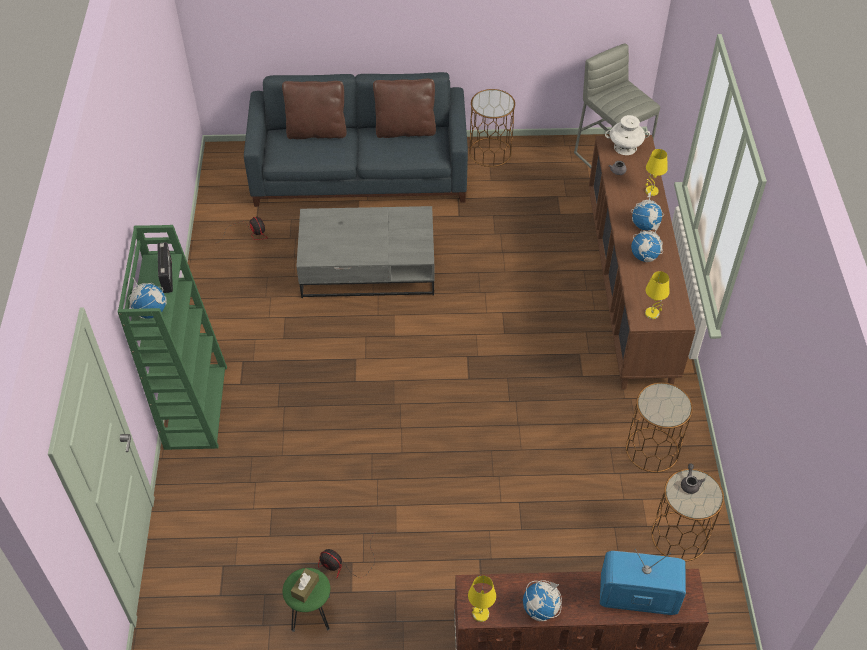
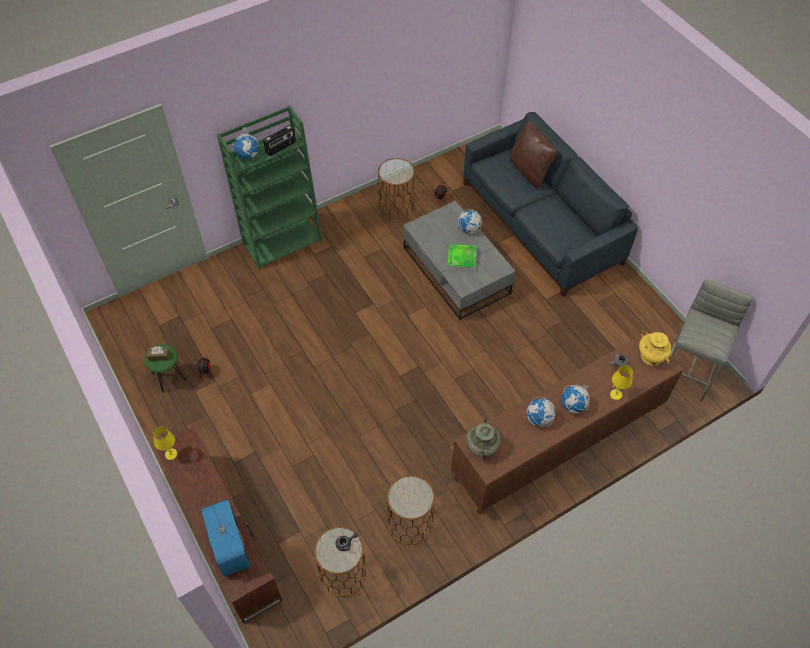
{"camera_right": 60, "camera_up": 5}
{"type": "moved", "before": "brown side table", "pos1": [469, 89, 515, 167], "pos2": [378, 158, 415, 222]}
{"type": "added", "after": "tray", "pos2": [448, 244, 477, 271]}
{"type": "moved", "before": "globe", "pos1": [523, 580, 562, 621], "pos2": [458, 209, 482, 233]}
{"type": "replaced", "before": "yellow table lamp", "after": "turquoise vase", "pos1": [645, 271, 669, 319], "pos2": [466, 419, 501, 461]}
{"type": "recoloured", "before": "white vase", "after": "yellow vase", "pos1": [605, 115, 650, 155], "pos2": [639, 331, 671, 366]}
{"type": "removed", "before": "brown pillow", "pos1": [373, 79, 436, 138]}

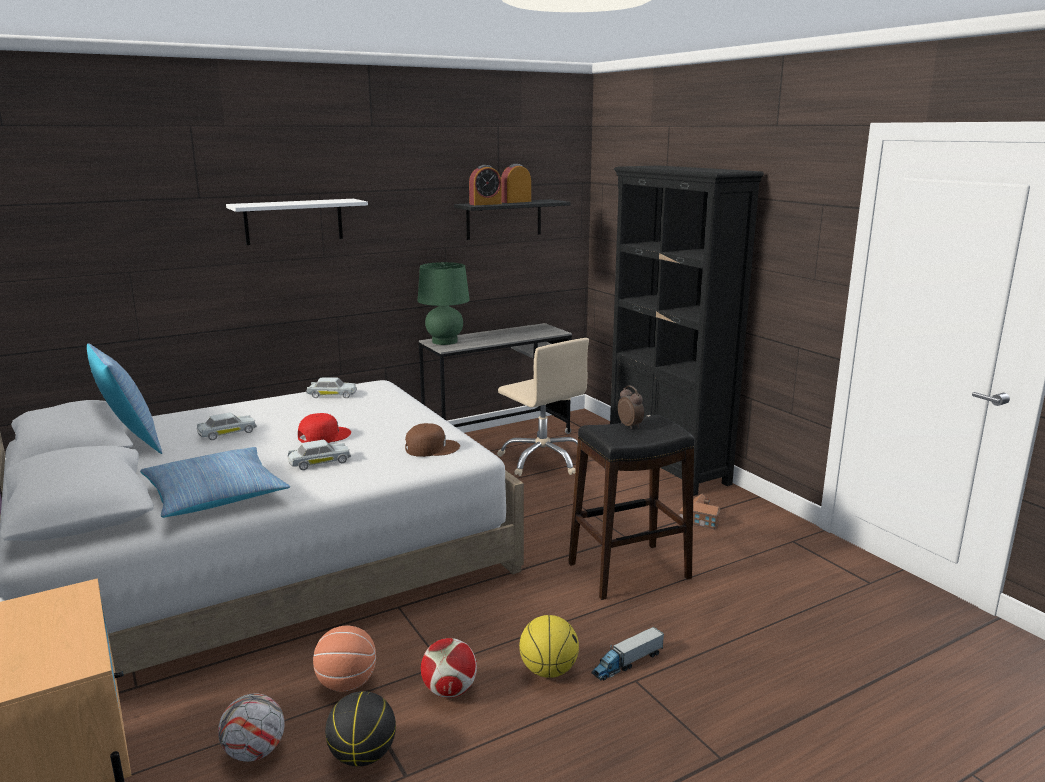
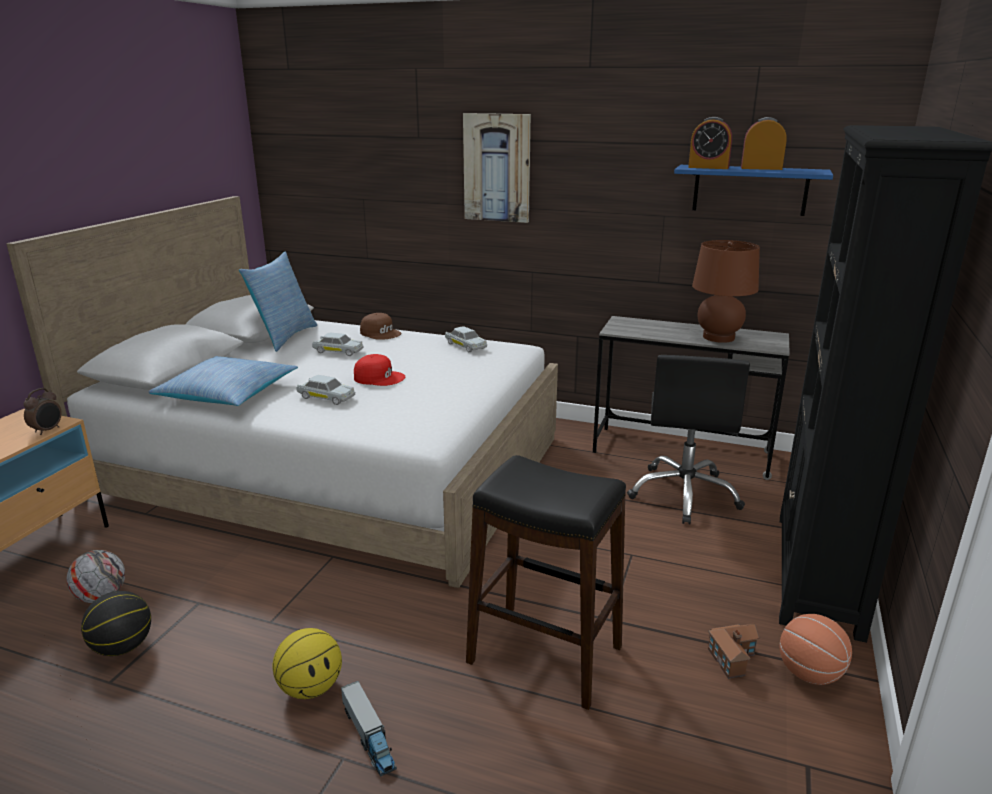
{"camera_right": 50, "camera_up": 5}
{"type": "moved", "before": "alarm clock", "pos1": [618, 385, 644, 429], "pos2": [24, 388, 62, 435]}
{"type": "turned", "before": "toy truck", "pos1": [591, 627, 664, 681], "pos2": [341, 681, 397, 777], "turn": -135}
{"type": "moved", "before": "brown cap", "pos1": [405, 423, 460, 457], "pos2": [360, 313, 401, 340]}
{"type": "replaced", "before": "white shelf", "after": "picture", "pos1": [226, 199, 368, 245], "pos2": [463, 113, 531, 223]}
{"type": "recoloured", "before": "beige office chair", "after": "black office chair", "pos1": [497, 338, 589, 476], "pos2": [627, 355, 750, 524]}
{"type": "recoloured", "before": "black shelf", "after": "blue shelf", "pos1": [454, 199, 571, 240], "pos2": [674, 165, 833, 216]}
{"type": "added", "after": "brown table lamp", "pos2": [692, 240, 760, 343]}
{"type": "moved", "before": "basketball", "pos1": [313, 626, 376, 692], "pos2": [780, 614, 852, 685]}
{"type": "removed", "before": "green table lamp", "pos1": [418, 262, 470, 345]}
{"type": "removed", "before": "football", "pos1": [421, 638, 477, 698]}

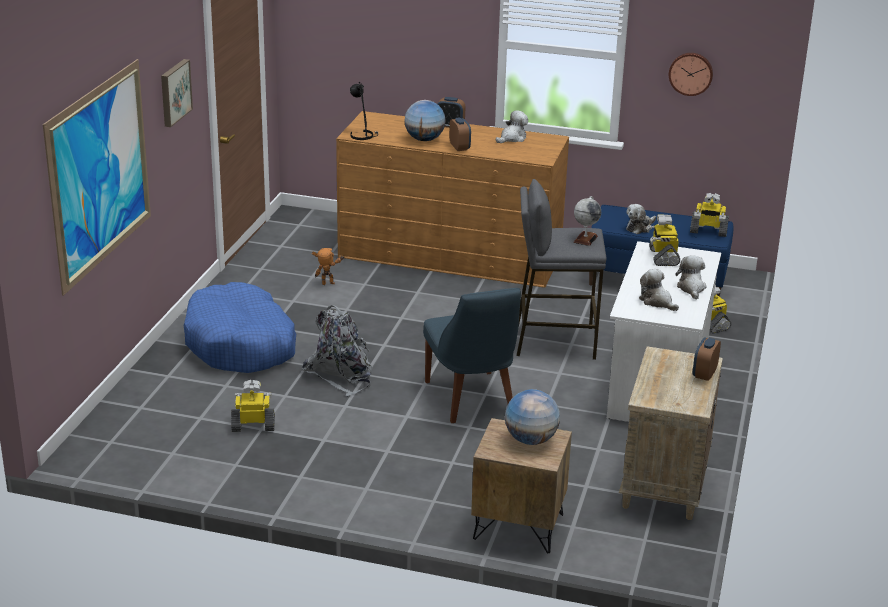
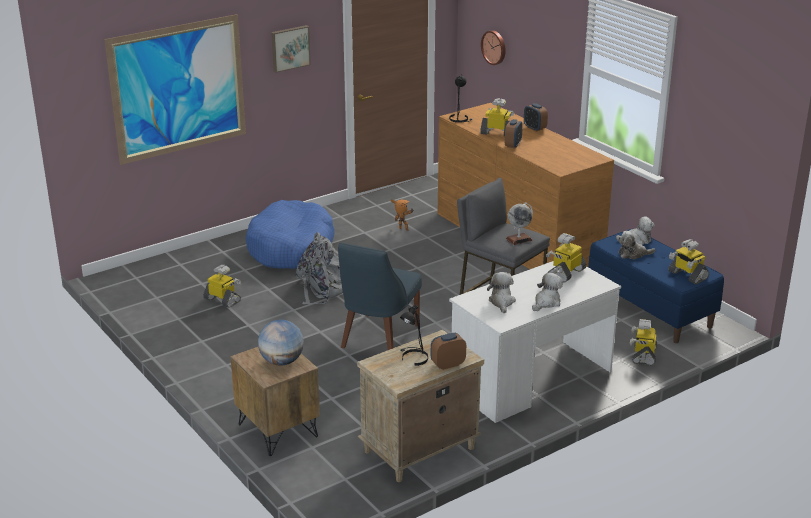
{"camera_right": 40, "camera_up": 0}
{"type": "added", "after": "black table lamp", "pos2": [400, 305, 428, 366]}
{"type": "replaced", "before": "globe", "after": "toy robot", "pos1": [404, 100, 446, 141], "pos2": [480, 98, 514, 137]}
{"type": "moved", "before": "wall clock", "pos1": [669, 53, 713, 96], "pos2": [481, 30, 506, 65]}
{"type": "moved", "before": "plush toy", "pos1": [495, 110, 528, 143], "pos2": [616, 216, 655, 245]}

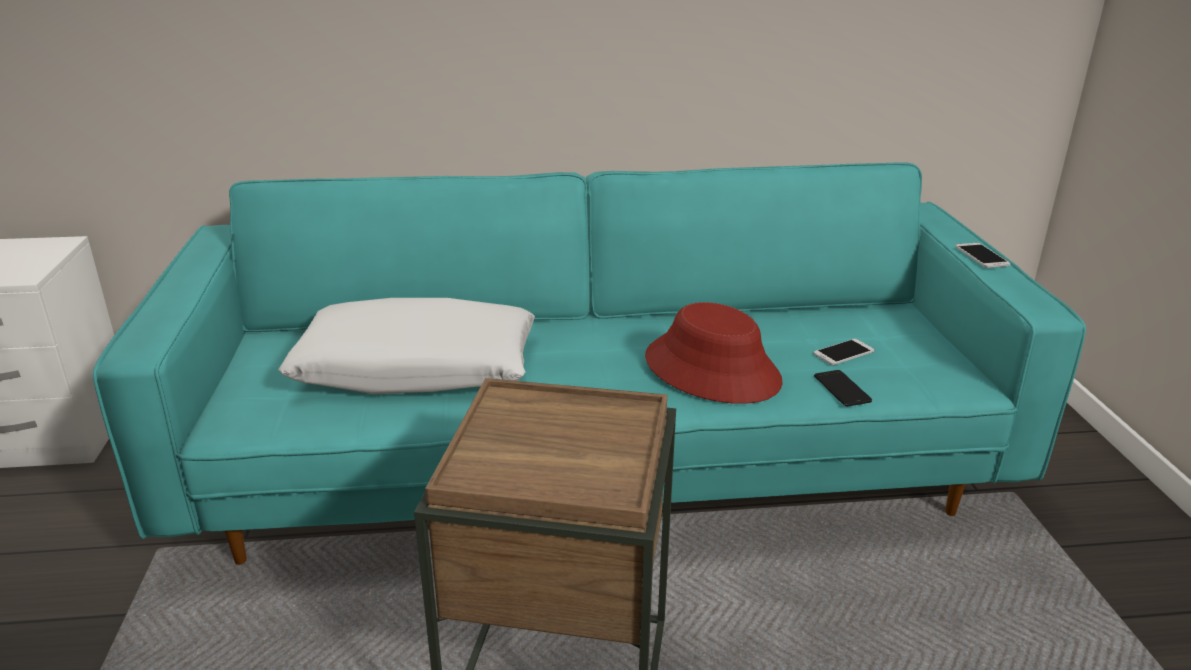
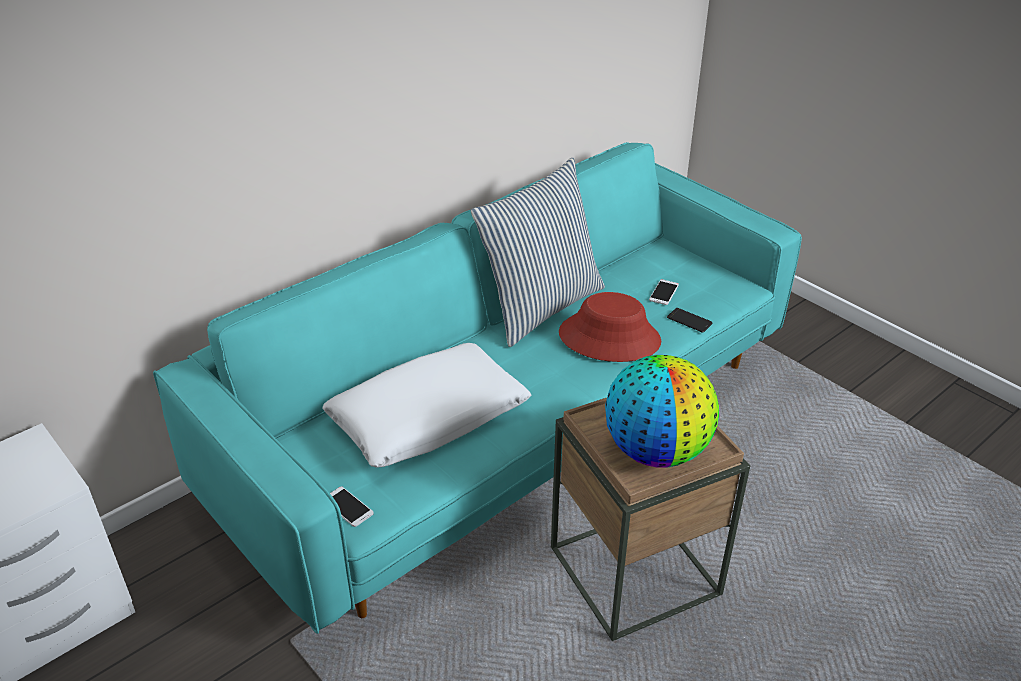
{"camera_right": -35, "camera_up": 10}
{"type": "moved", "before": "phone", "pos1": [955, 243, 1011, 268], "pos2": [330, 487, 374, 527]}
{"type": "added", "after": "pillow", "pos2": [471, 158, 605, 347]}
{"type": "added", "after": "globe", "pos2": [605, 355, 719, 468]}

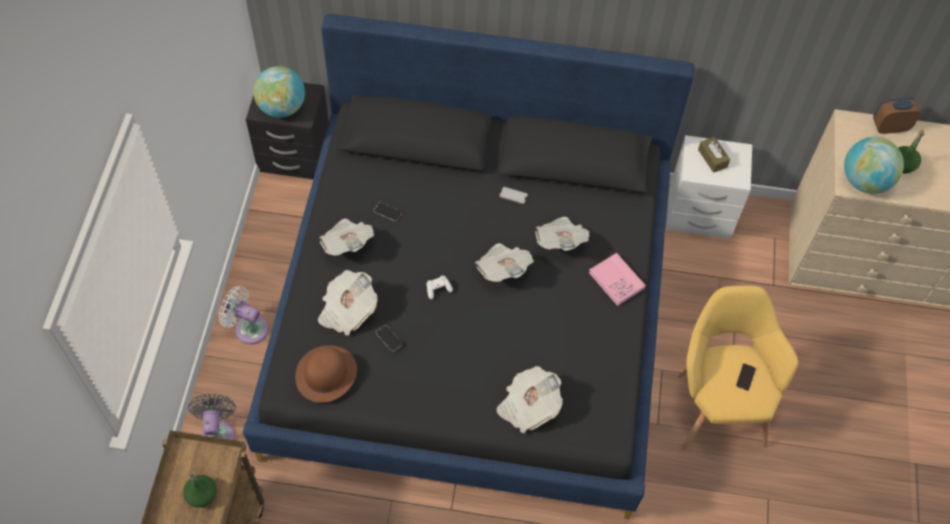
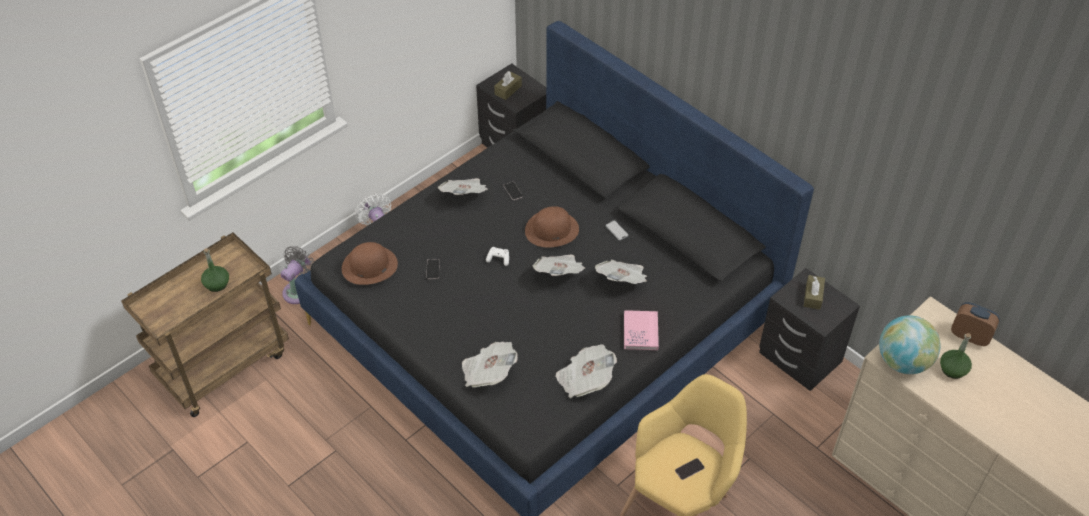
{"camera_right": 40, "camera_up": -10}
{"type": "replaced", "before": "globe", "after": "brown tissue box", "pos1": [253, 66, 305, 118], "pos2": [494, 71, 522, 100]}
{"type": "added", "after": "brown hat", "pos2": [525, 206, 579, 247]}
{"type": "moved", "before": "newspaper", "pos1": [318, 270, 377, 335], "pos2": [555, 344, 617, 398]}
{"type": "recoloured", "before": "white nightstand", "after": "black nightstand", "pos1": [666, 135, 752, 239], "pos2": [759, 268, 860, 391]}

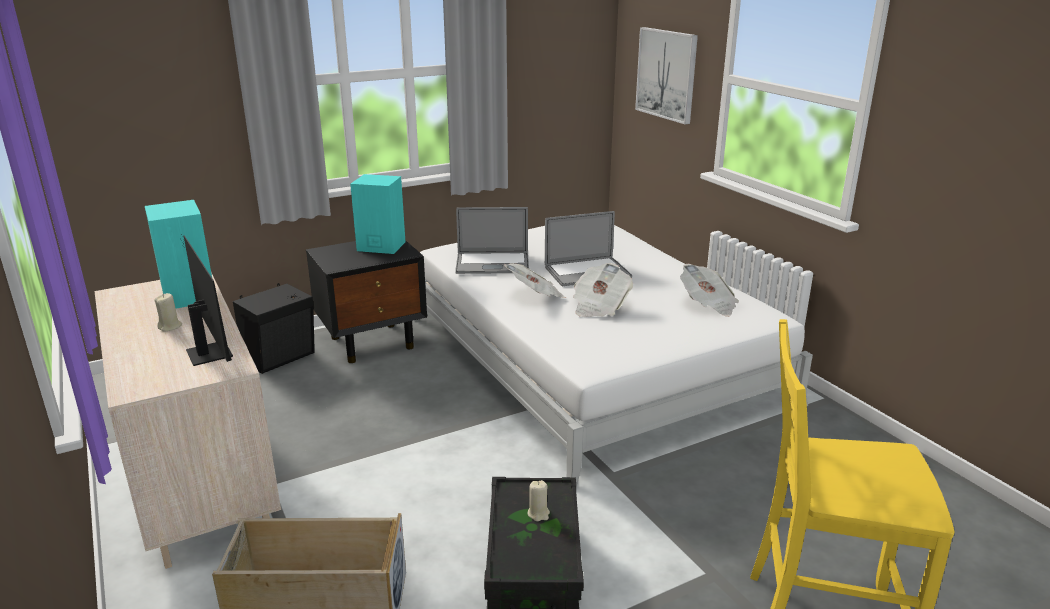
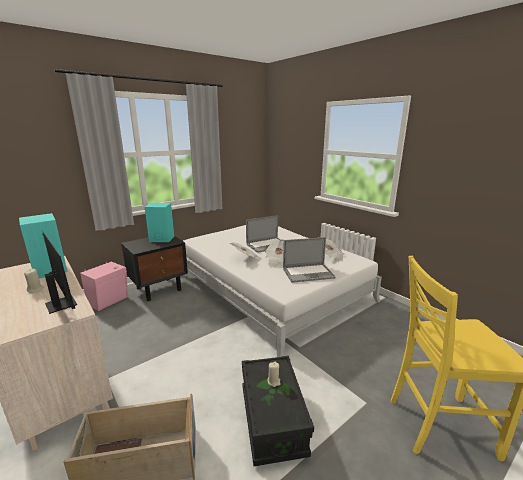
{"camera_right": -10, "camera_up": -5}
{"type": "recoloured", "before": "black speaker", "after": "pink speaker", "pos1": [233, 283, 315, 374], "pos2": [80, 262, 128, 311]}
{"type": "moved", "before": "laptop", "pos1": [455, 207, 529, 274], "pos2": [283, 237, 336, 283]}
{"type": "removed", "before": "picture", "pos1": [635, 27, 698, 124]}

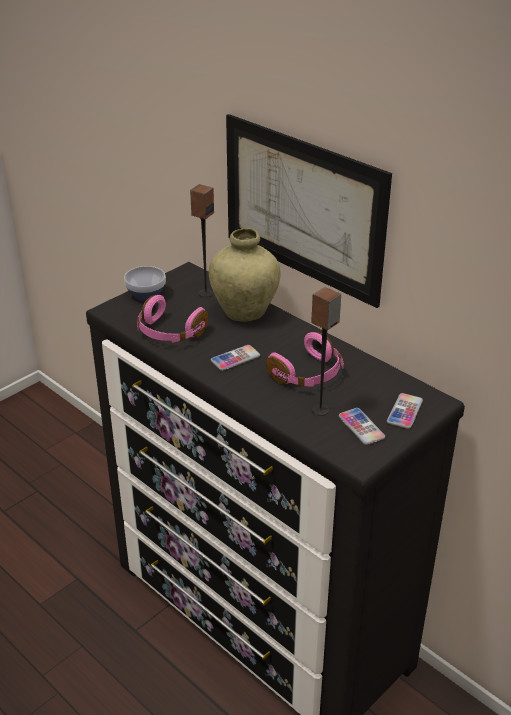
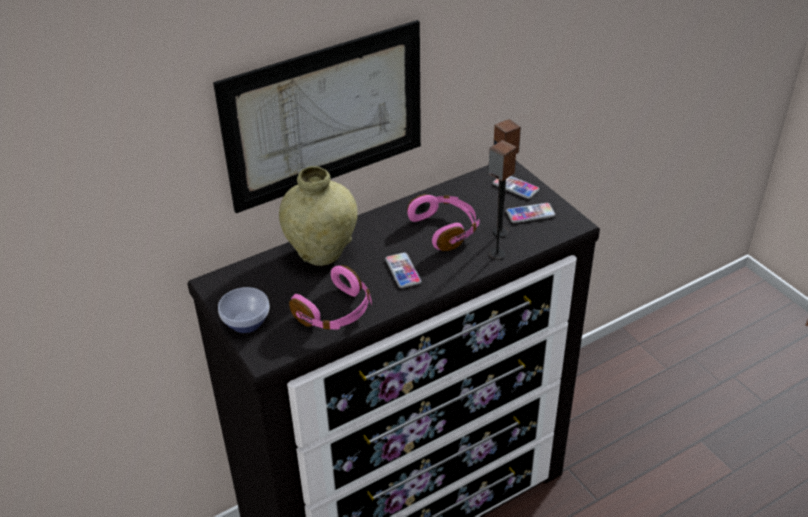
{"camera_right": -75, "camera_up": 5}
{"type": "moved", "before": "speaker", "pos1": [190, 184, 214, 297], "pos2": [488, 140, 517, 260]}

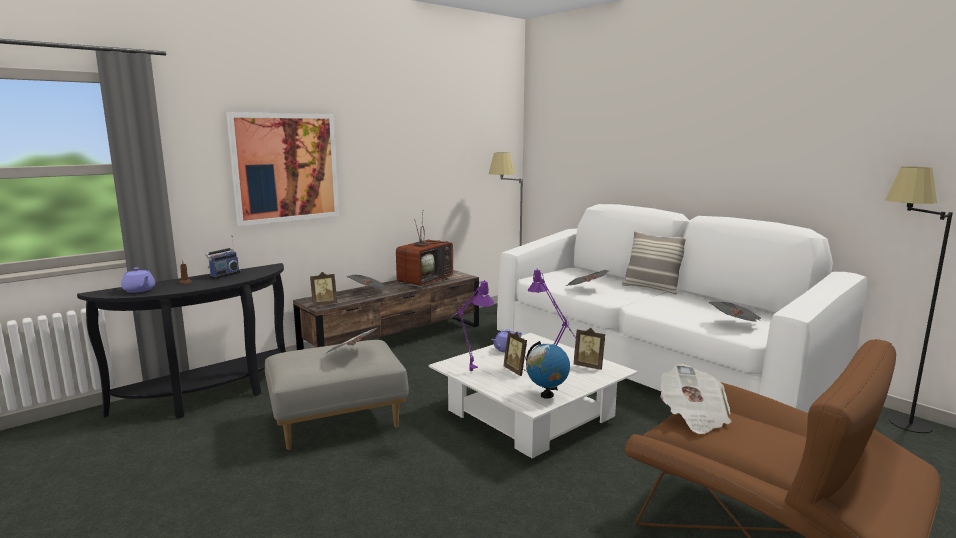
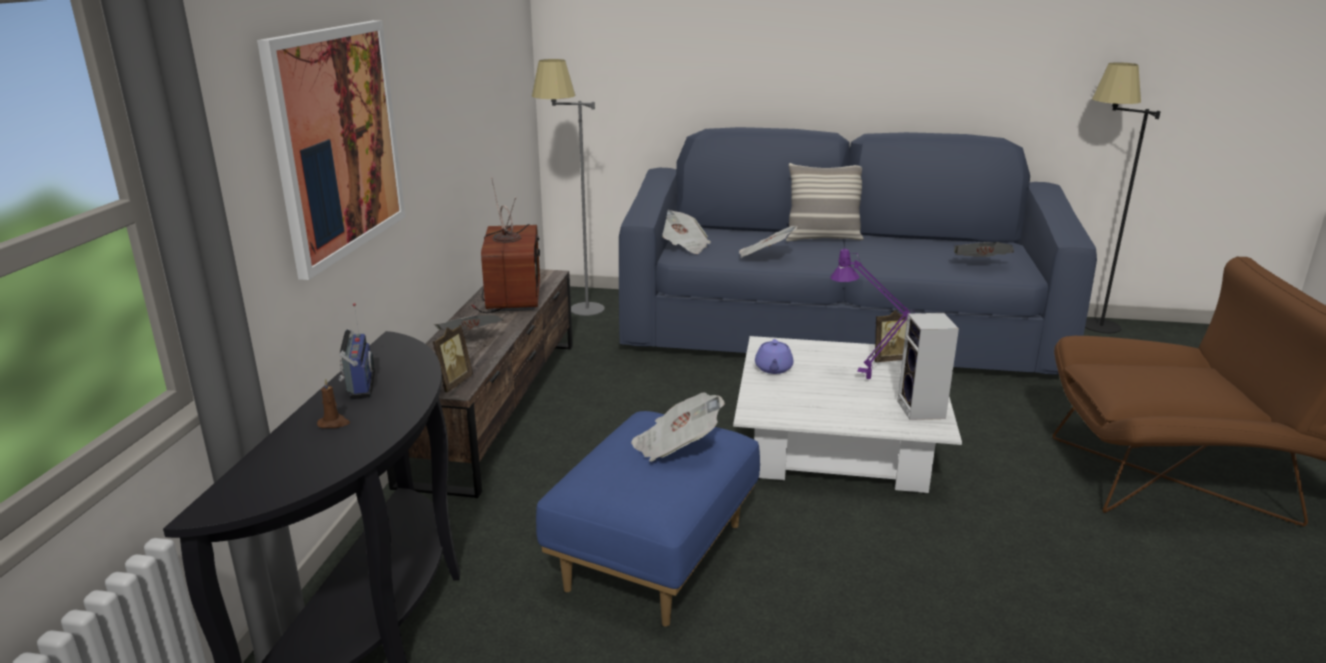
{"camera_right": -40, "camera_up": 10}
{"type": "recoloured", "before": "grey ottoman", "after": "blue ottoman", "pos1": [265, 340, 409, 450], "pos2": [536, 411, 760, 627]}
{"type": "recoloured", "before": "white sofa", "after": "blue sofa", "pos1": [497, 204, 867, 413], "pos2": [619, 127, 1097, 375]}
{"type": "moved", "before": "newspaper", "pos1": [660, 364, 731, 434], "pos2": [662, 210, 711, 254]}
{"type": "replaced", "before": "globe", "after": "speaker", "pos1": [526, 341, 570, 399], "pos2": [897, 313, 959, 420]}
{"type": "removed", "before": "purple teapot", "pos1": [121, 267, 155, 293]}
{"type": "removed", "before": "purple table lamp", "pos1": [451, 280, 494, 371]}
{"type": "removed", "before": "picture frame", "pos1": [503, 331, 527, 376]}

